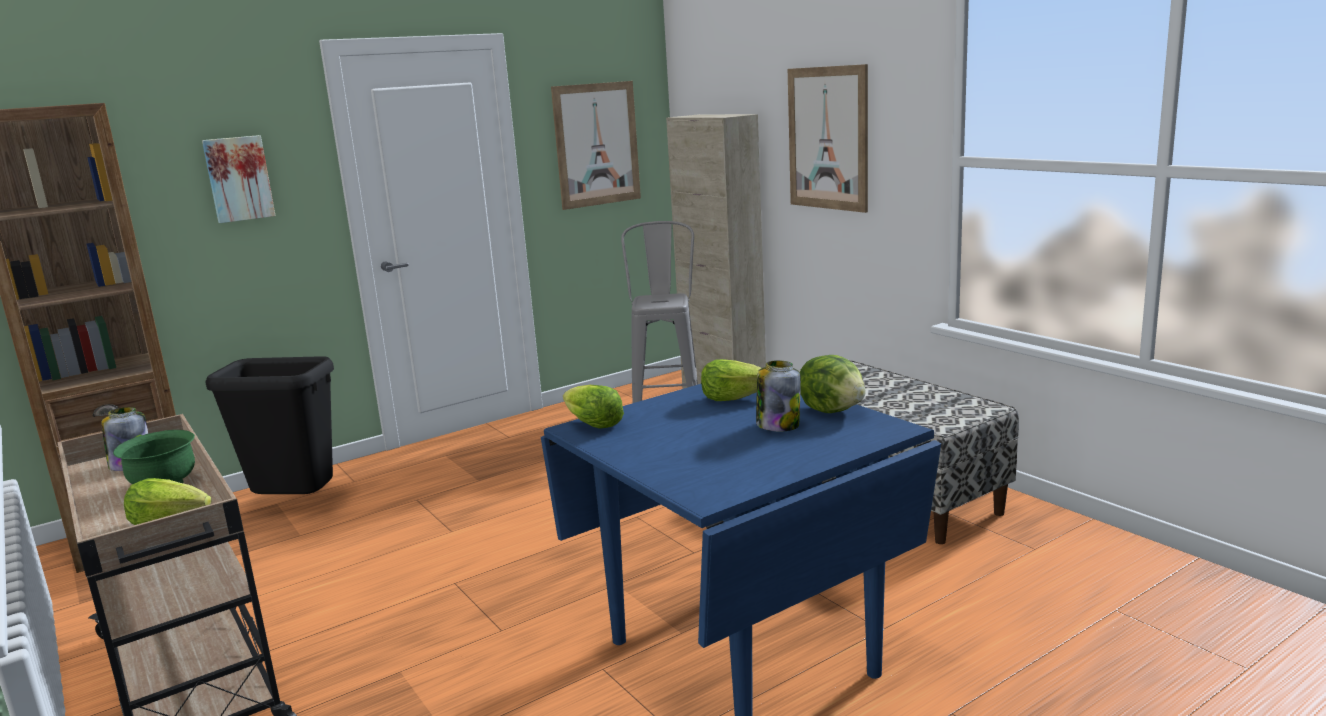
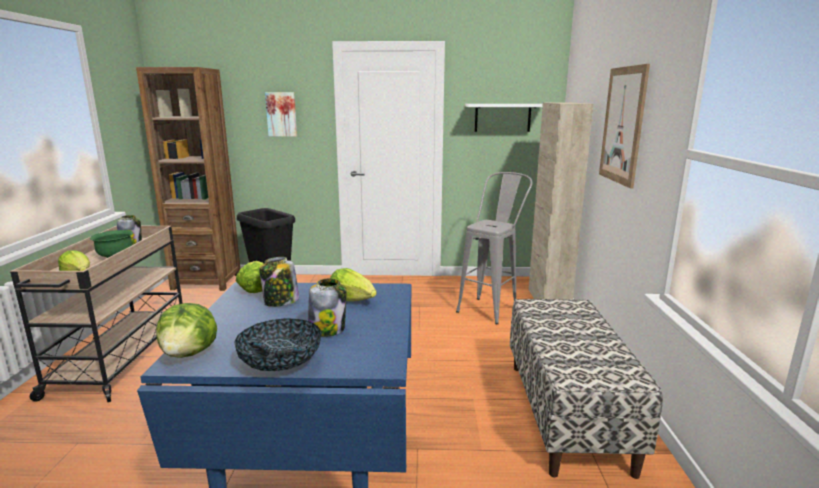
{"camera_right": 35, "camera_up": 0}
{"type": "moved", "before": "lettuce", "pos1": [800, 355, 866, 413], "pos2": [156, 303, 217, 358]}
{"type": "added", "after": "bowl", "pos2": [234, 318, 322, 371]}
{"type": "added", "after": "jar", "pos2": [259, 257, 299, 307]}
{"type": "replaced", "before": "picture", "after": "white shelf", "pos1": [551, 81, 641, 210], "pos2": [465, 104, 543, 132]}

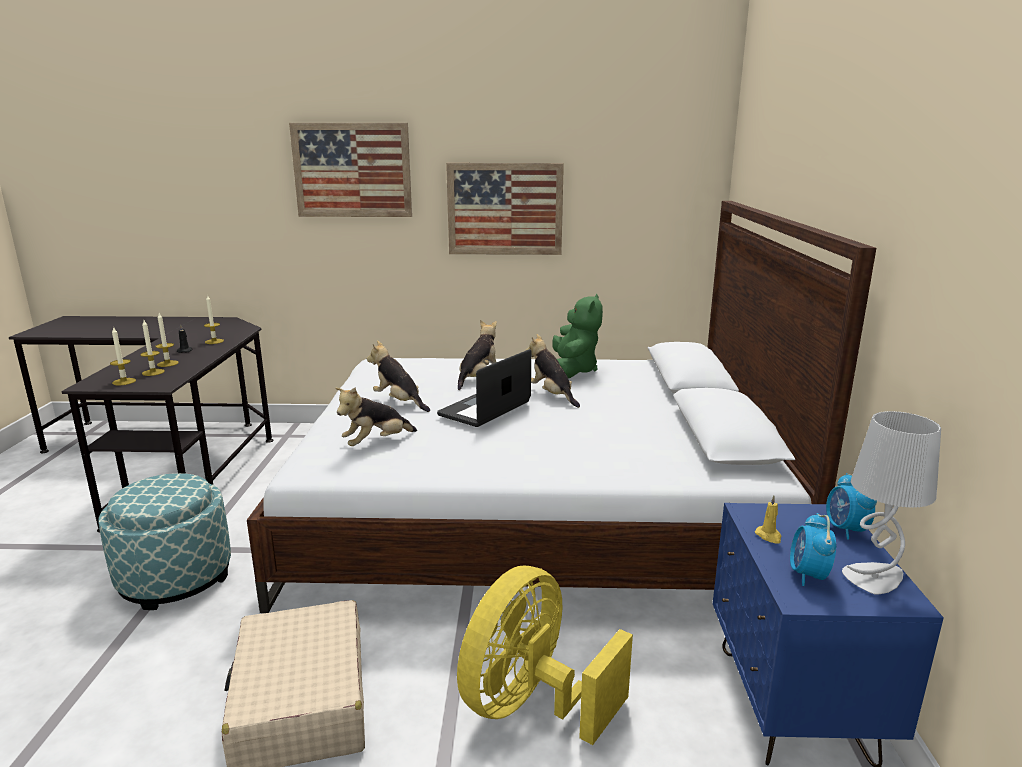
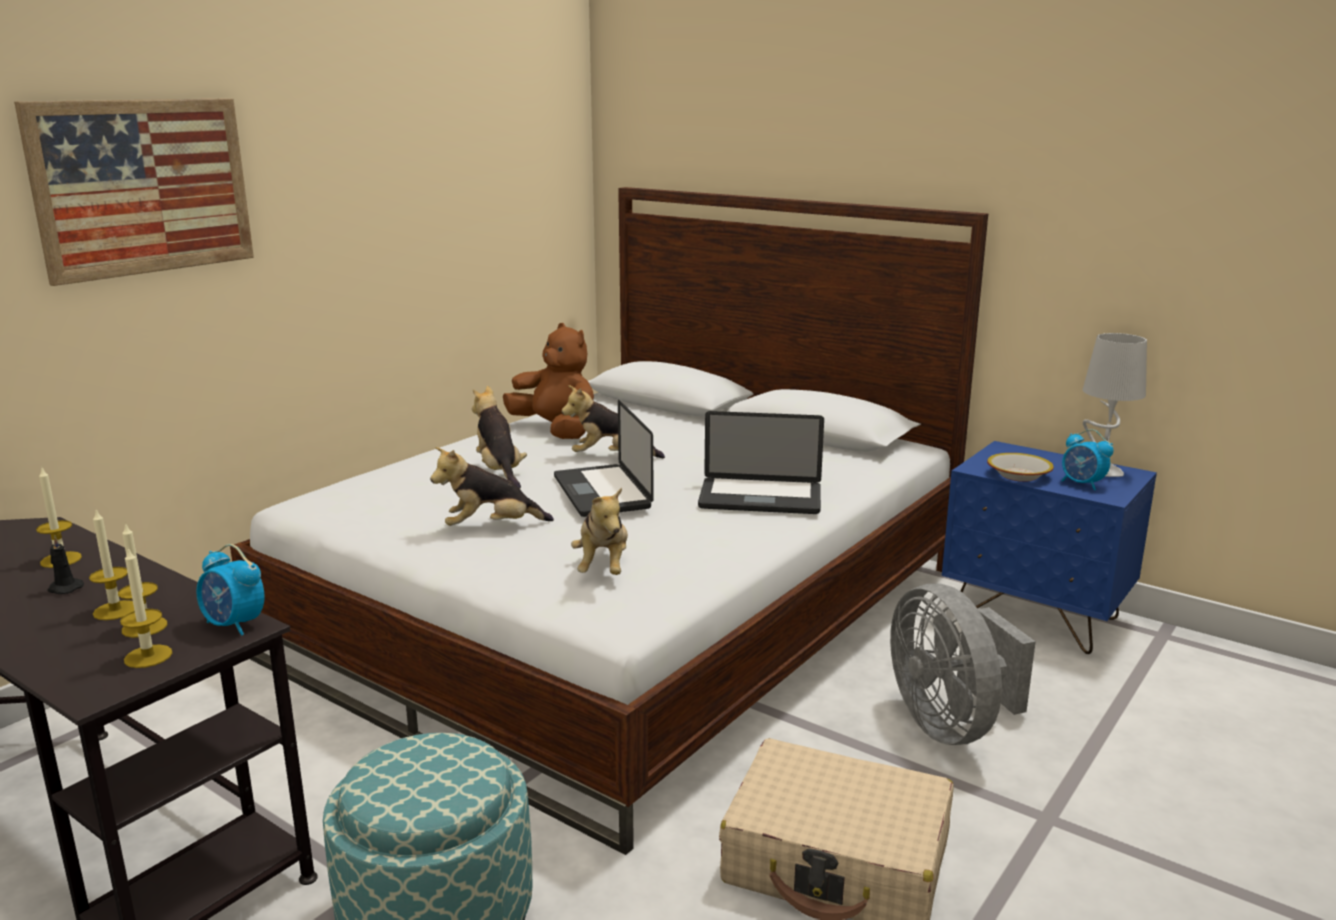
{"camera_right": -55, "camera_up": 0}
{"type": "moved", "before": "alarm clock", "pos1": [826, 473, 877, 540], "pos2": [196, 544, 265, 636]}
{"type": "recoloured", "before": "green plush toy", "after": "brown plush toy", "pos1": [552, 294, 603, 378], "pos2": [503, 323, 594, 439]}
{"type": "added", "after": "laptop", "pos2": [698, 411, 824, 514]}
{"type": "recoloured", "before": "yellow fan", "after": "grey fan", "pos1": [457, 565, 633, 745], "pos2": [890, 584, 1036, 745]}
{"type": "replaced", "before": "yellow candle", "after": "bowl", "pos1": [755, 496, 781, 544], "pos2": [987, 453, 1054, 482]}
{"type": "removed", "before": "picture", "pos1": [446, 163, 564, 255]}

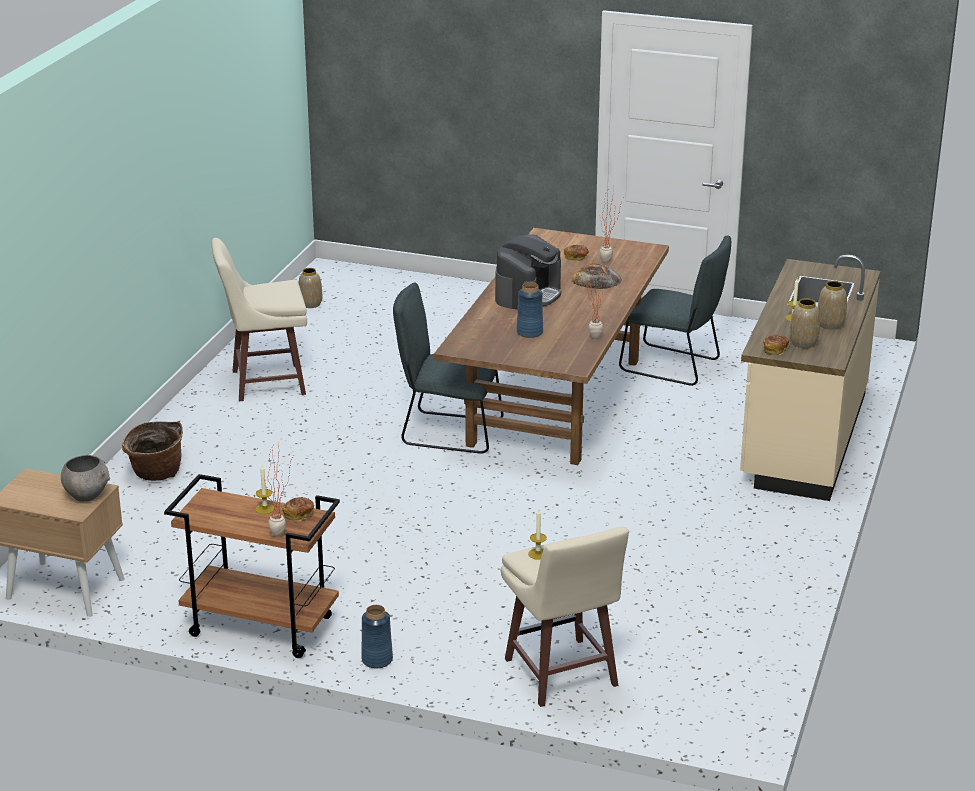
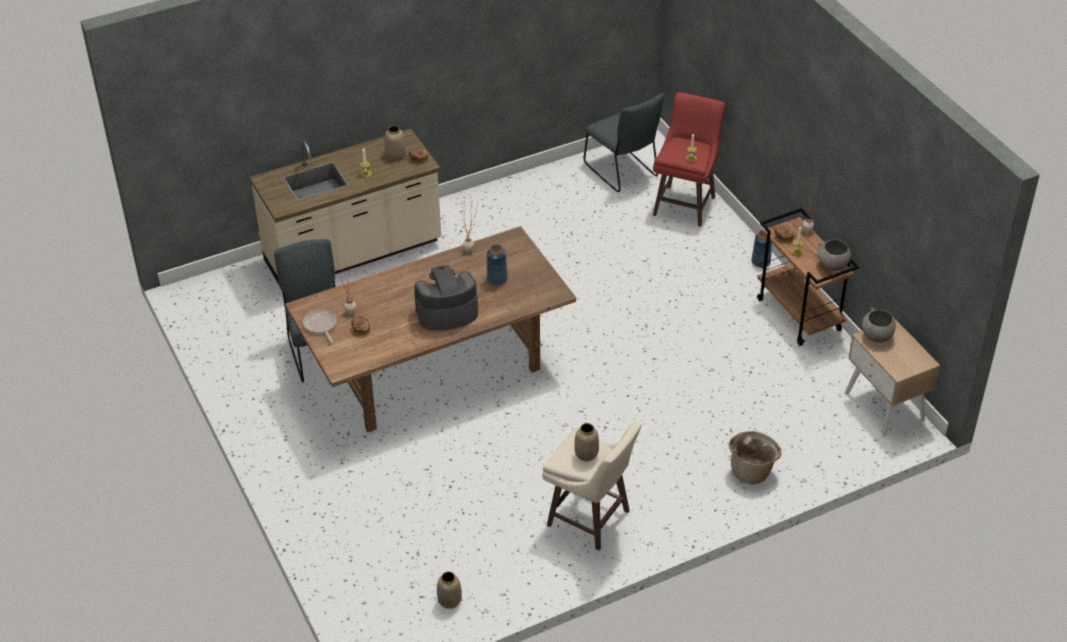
{"camera_right": -135, "camera_up": 15}
{"type": "added", "after": "frying pan", "pos2": [303, 309, 337, 343]}
{"type": "moved", "before": "vase", "pos1": [818, 281, 847, 330], "pos2": [574, 423, 599, 461]}
{"type": "moved", "before": "grey chair", "pos1": [393, 282, 503, 454], "pos2": [583, 93, 664, 192]}
{"type": "recoloured", "before": "beige stool", "after": "red stool", "pos1": [501, 527, 629, 707], "pos2": [653, 92, 725, 227]}
{"type": "added", "after": "grey bowl", "pos2": [817, 239, 851, 271]}
{"type": "removed", "before": "bread", "pos1": [571, 263, 622, 289]}

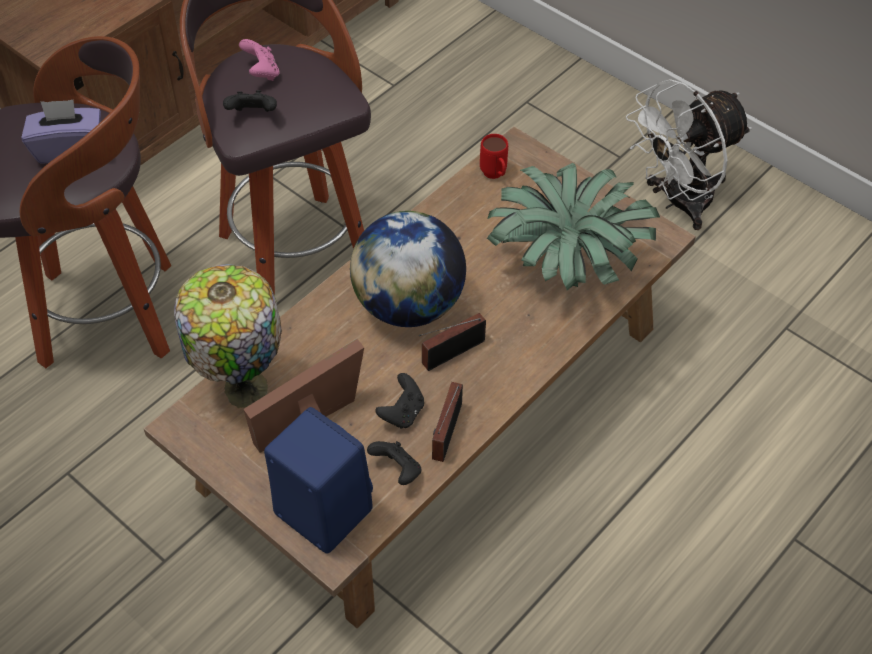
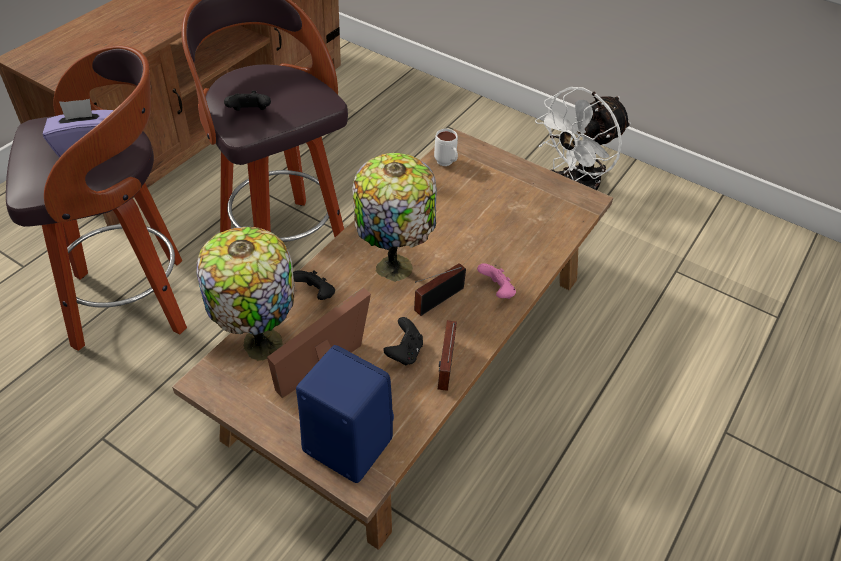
{"camera_right": -10, "camera_up": -5}
{"type": "moved", "before": "black game controller", "pos1": [367, 441, 421, 485], "pos2": [293, 270, 335, 300]}
{"type": "replaced", "before": "globe", "after": "table lamp", "pos1": [350, 211, 466, 327], "pos2": [352, 153, 437, 282]}
{"type": "recoloured", "before": "red mug", "after": "white mug", "pos1": [480, 134, 508, 179], "pos2": [434, 129, 458, 166]}
{"type": "moved", "before": "pink game controller", "pos1": [239, 39, 279, 81], "pos2": [477, 263, 516, 299]}
{"type": "removed", "before": "potted plant", "pos1": [487, 163, 660, 290]}

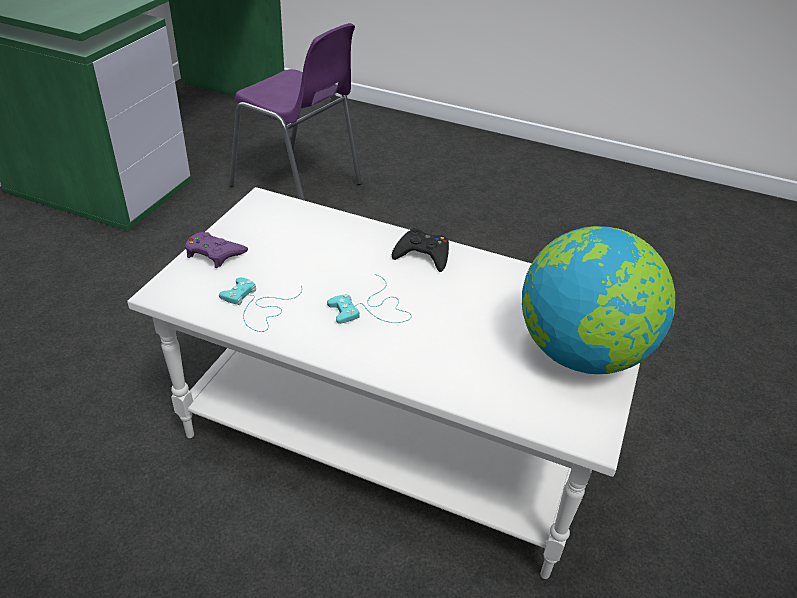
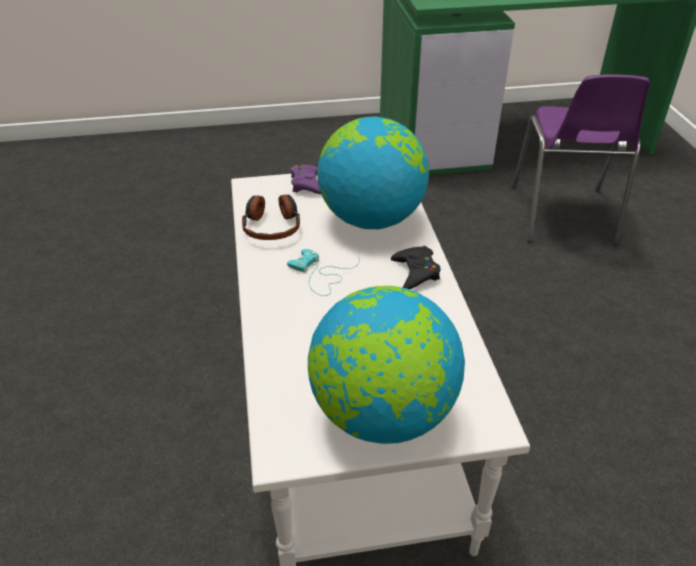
{"camera_right": 60, "camera_up": 0}
{"type": "replaced", "before": "turquoise game controller", "after": "headphones", "pos1": [219, 278, 302, 332], "pos2": [242, 195, 300, 240]}
{"type": "added", "after": "globe", "pos2": [317, 117, 429, 229]}

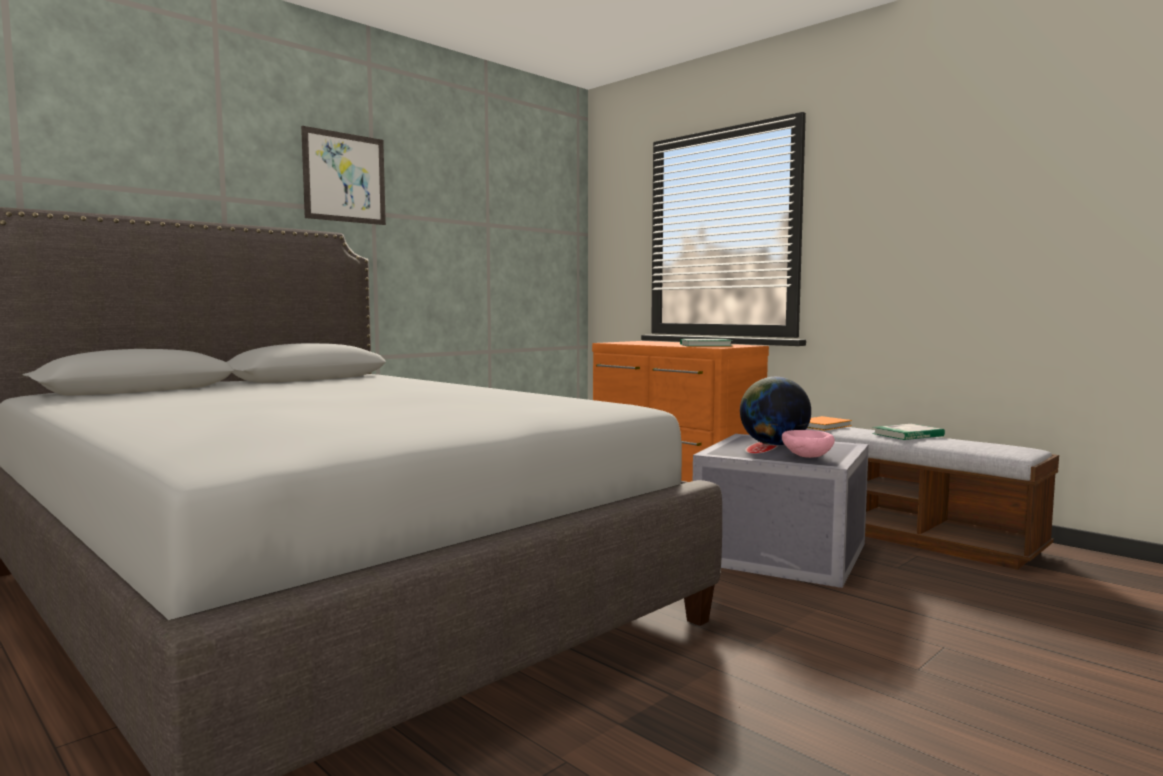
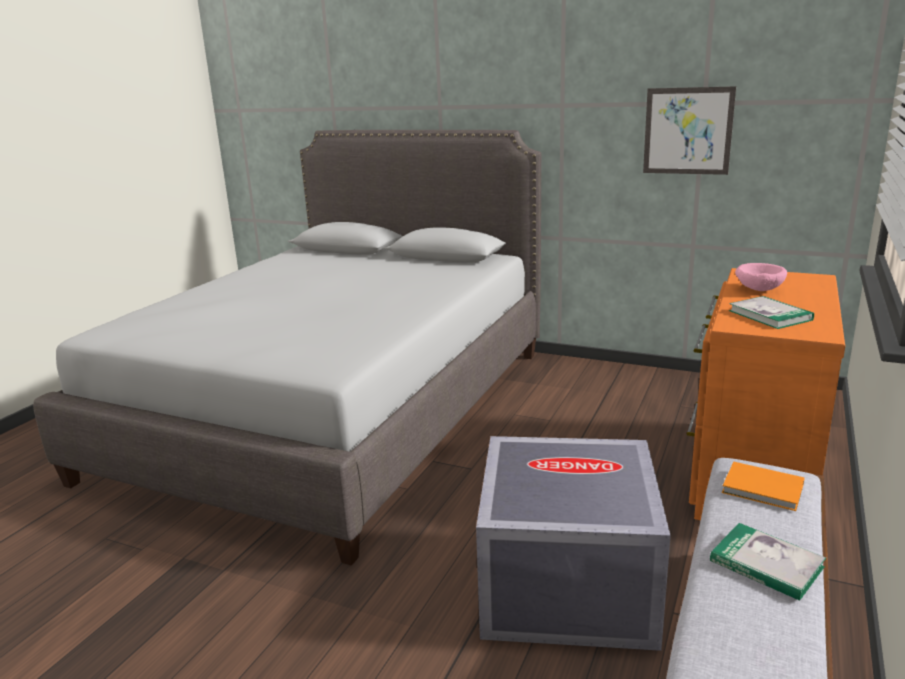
{"camera_right": 70, "camera_up": 15}
{"type": "moved", "before": "picture", "pos1": [301, 126, 386, 225], "pos2": [643, 86, 736, 175]}
{"type": "moved", "before": "pink bowl", "pos1": [782, 430, 835, 458], "pos2": [735, 263, 787, 291]}
{"type": "removed", "before": "globe", "pos1": [740, 377, 811, 446]}

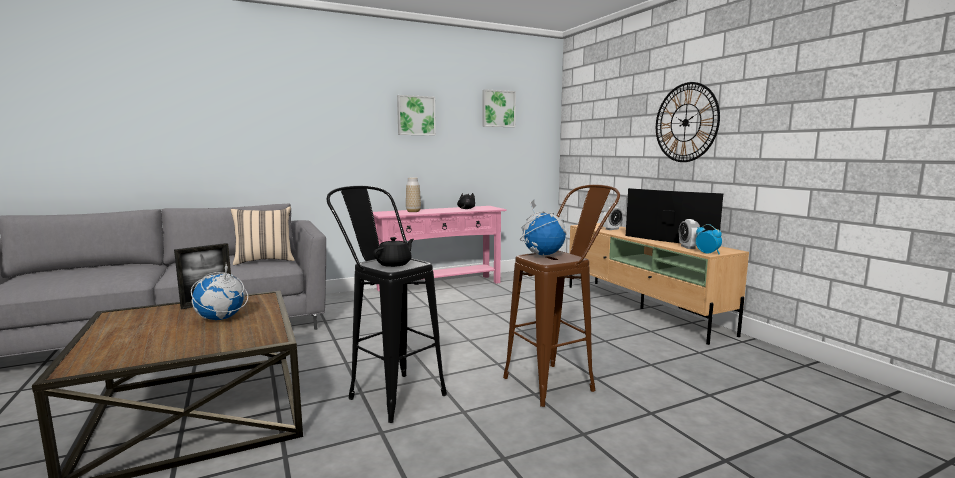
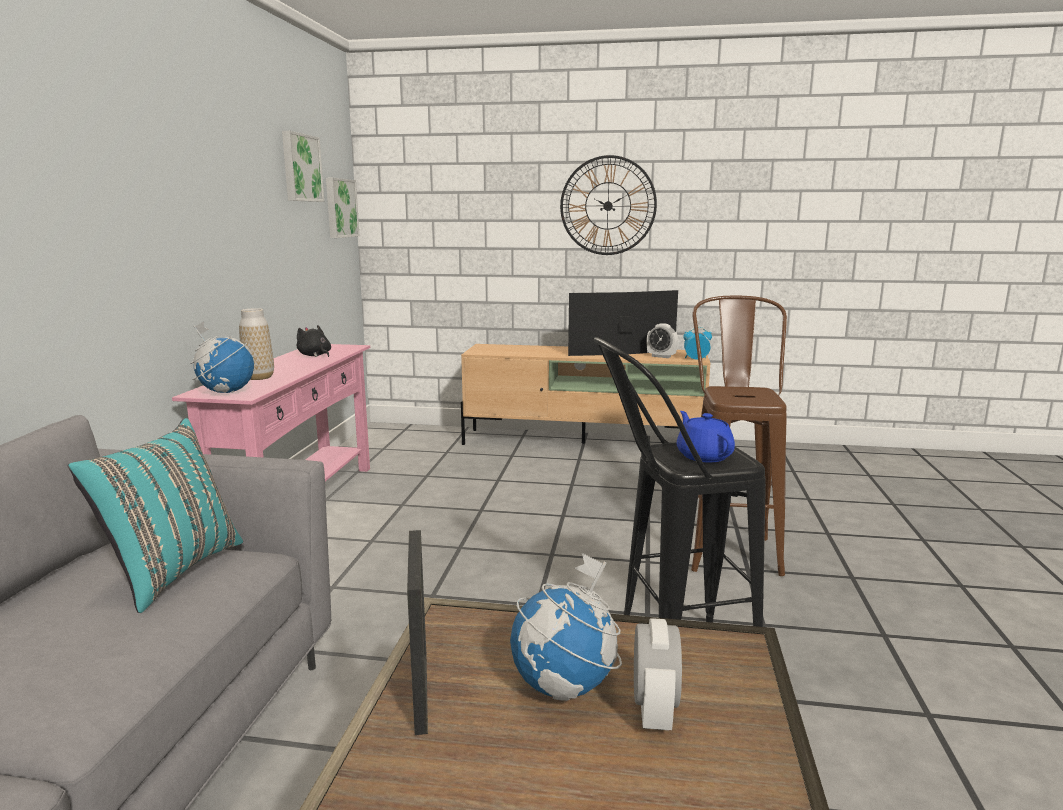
{"camera_right": -55, "camera_up": 5}
{"type": "recoloured", "before": "beige pillow", "after": "turquoise pillow", "pos1": [231, 207, 295, 265], "pos2": [67, 418, 243, 613]}
{"type": "moved", "before": "globe", "pos1": [520, 200, 566, 255], "pos2": [190, 321, 254, 393]}
{"type": "moved", "before": "picture", "pos1": [397, 95, 436, 135], "pos2": [326, 178, 360, 238]}
{"type": "moved", "before": "alarm clock", "pos1": [603, 206, 623, 230], "pos2": [634, 618, 682, 730]}
{"type": "recoloured", "before": "black teapot", "after": "blue teapot", "pos1": [373, 237, 414, 267], "pos2": [677, 411, 735, 462]}

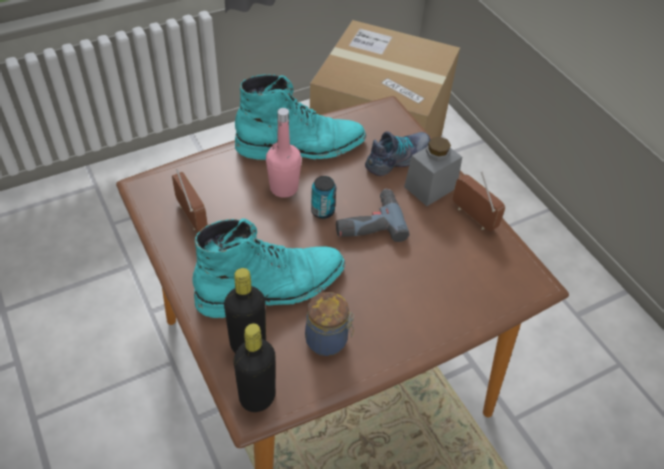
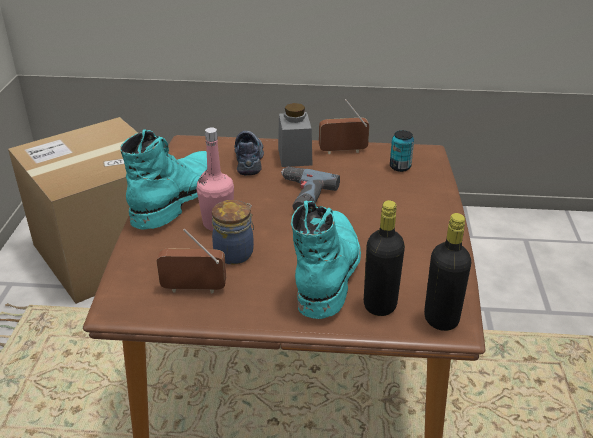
{"camera_right": -55, "camera_up": -15}
{"type": "moved", "before": "jar", "pos1": [305, 292, 354, 356], "pos2": [212, 200, 254, 264]}
{"type": "moved", "before": "can", "pos1": [311, 176, 336, 219], "pos2": [390, 130, 414, 172]}

